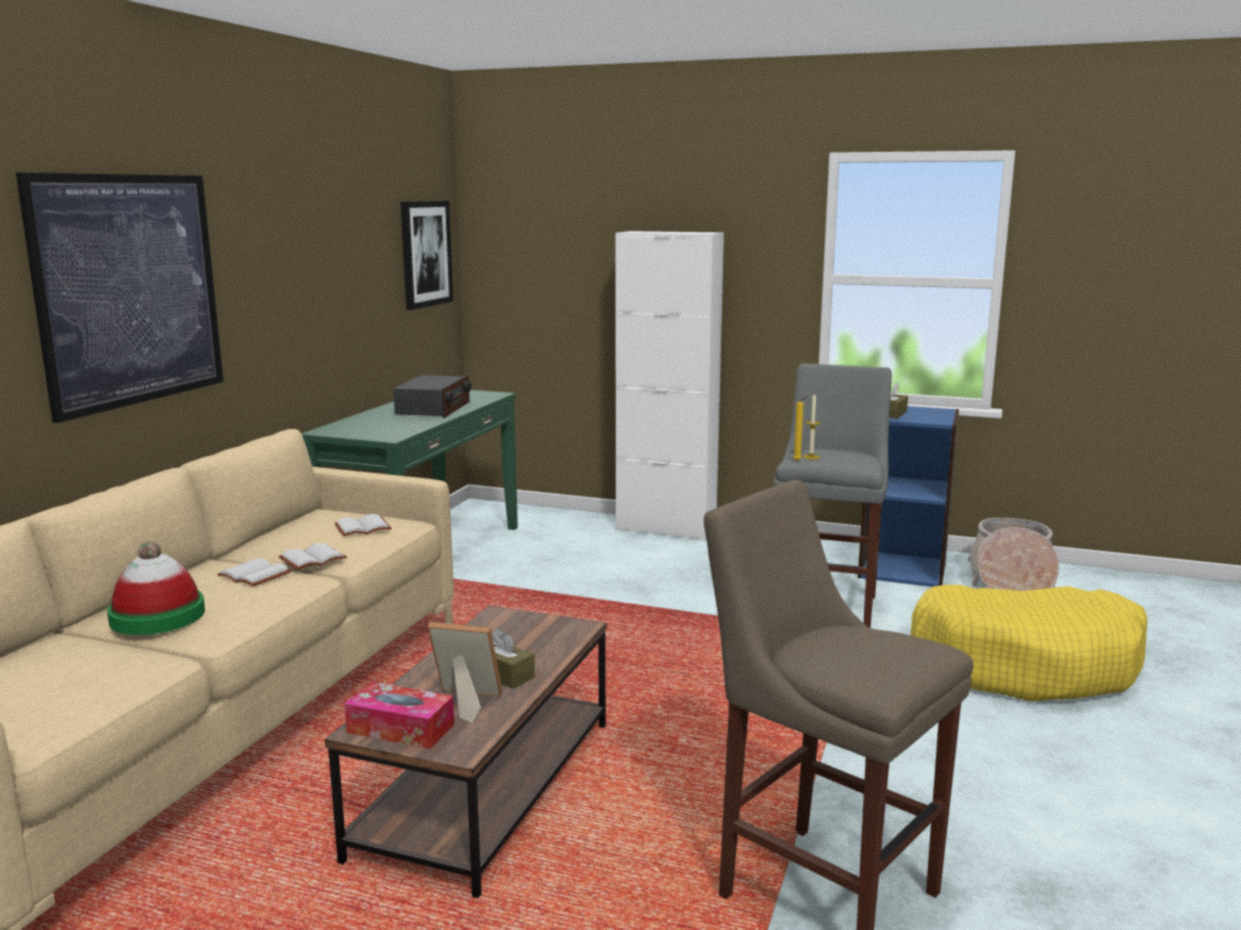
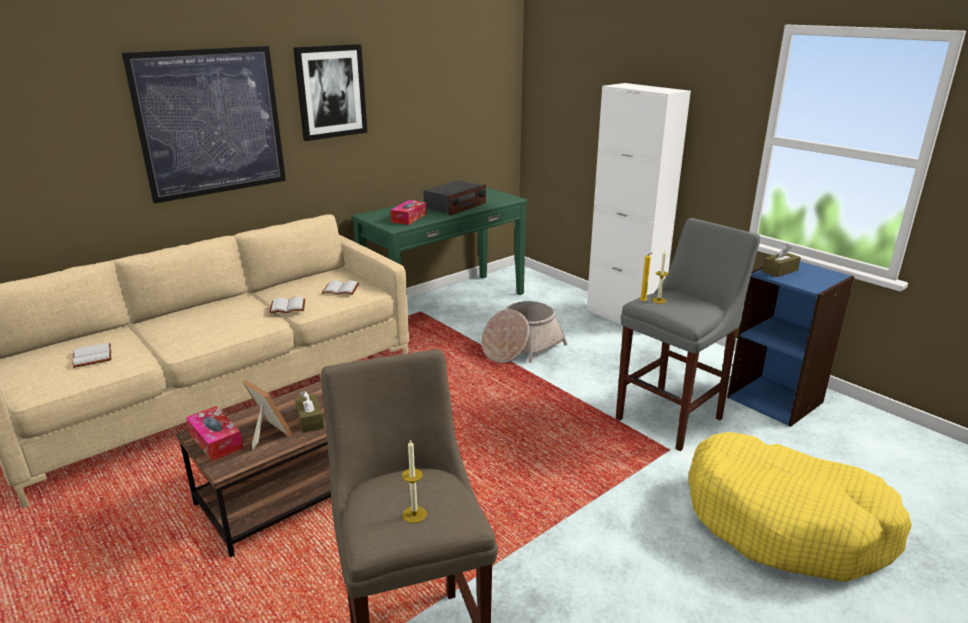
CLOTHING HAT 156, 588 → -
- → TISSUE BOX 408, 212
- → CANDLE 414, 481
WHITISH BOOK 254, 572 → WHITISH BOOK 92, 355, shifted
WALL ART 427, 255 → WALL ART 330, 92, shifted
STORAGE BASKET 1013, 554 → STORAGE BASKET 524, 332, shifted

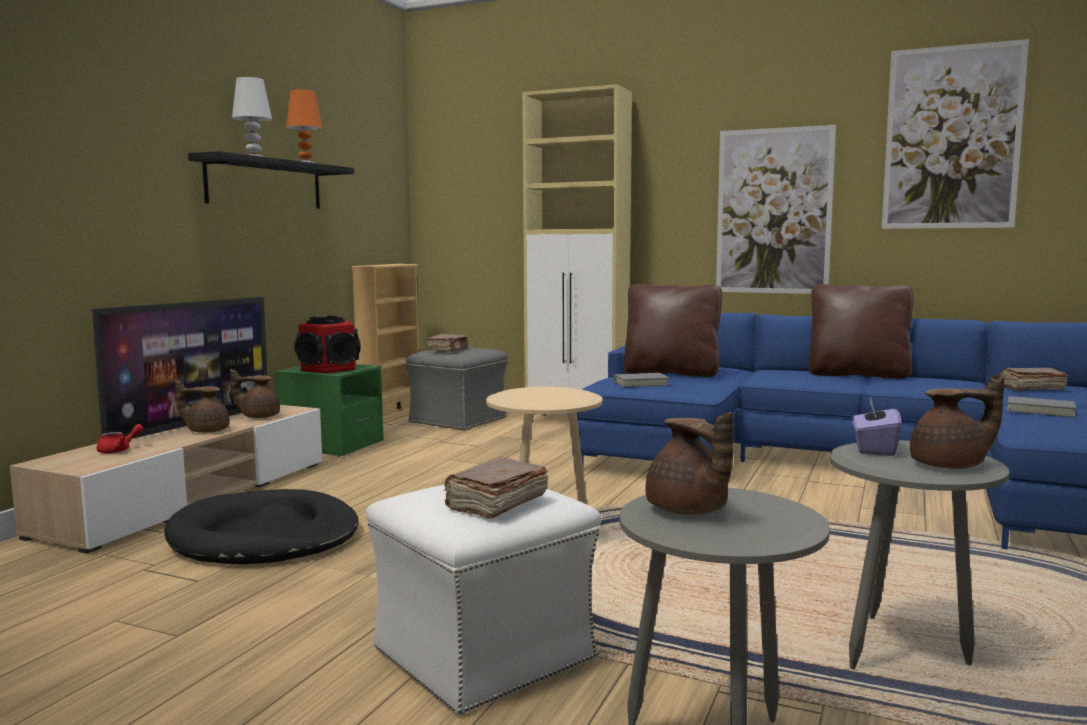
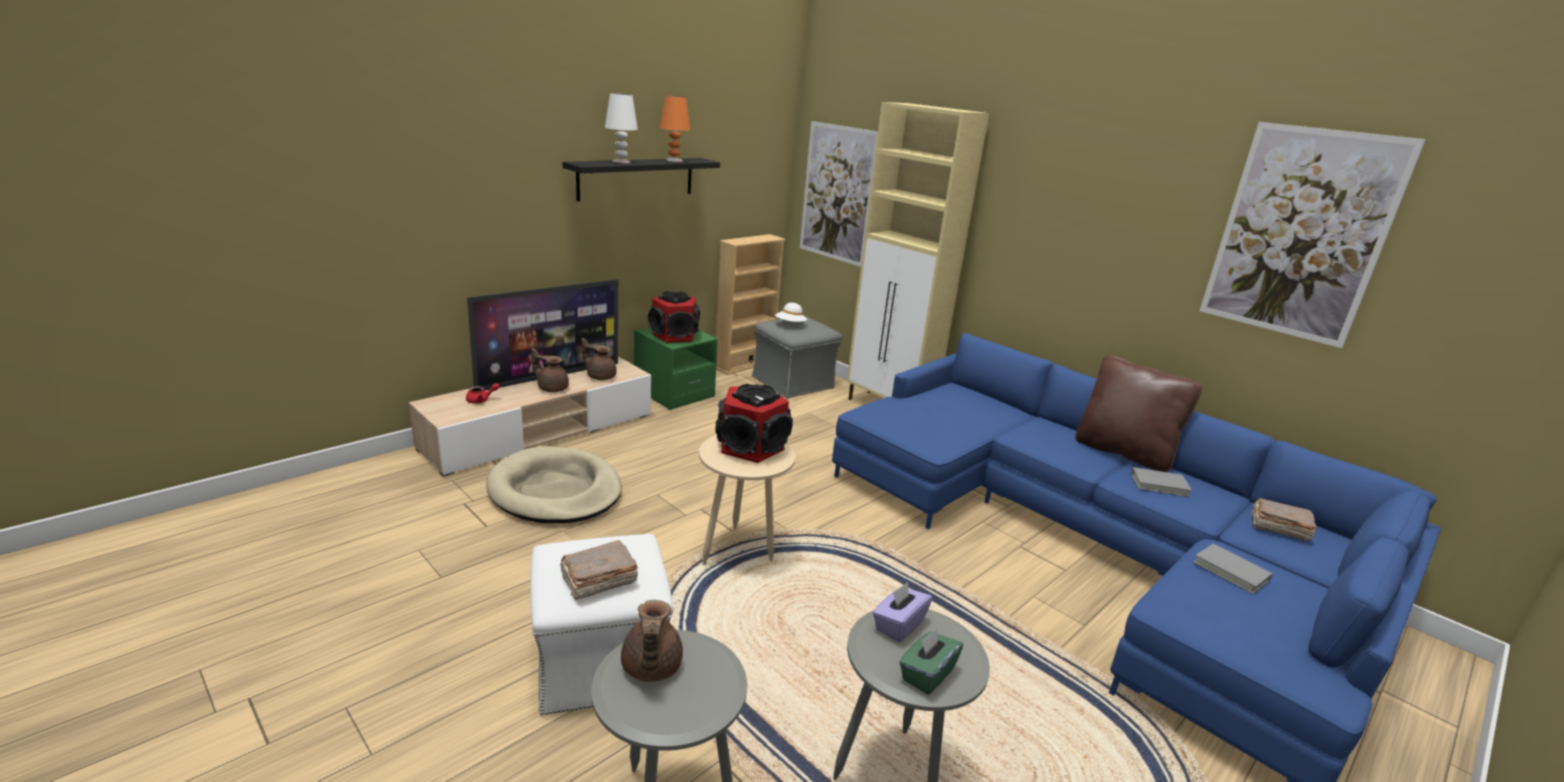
BROWN PILLOW 672, 330 → -
- → SPEAKER 754, 423
GREY BOOK 642, 380 → GREY BOOK 1161, 482, shifted
WALL ART 776, 209 → WALL ART 839, 194, shifted
BROWN BOOK 447, 343 → WHITISH CLOTHING HAT 791, 312
BROWN TEA POT 957, 421 → GREENISH TISSUE BOX 931, 661
BLACKISH DOG CUSHION 261, 526 → BEIGE-COLOURED DOG CUSHION 554, 484

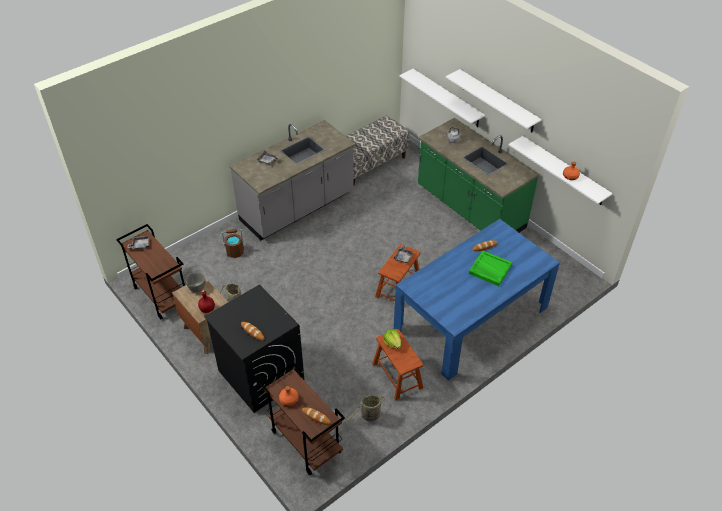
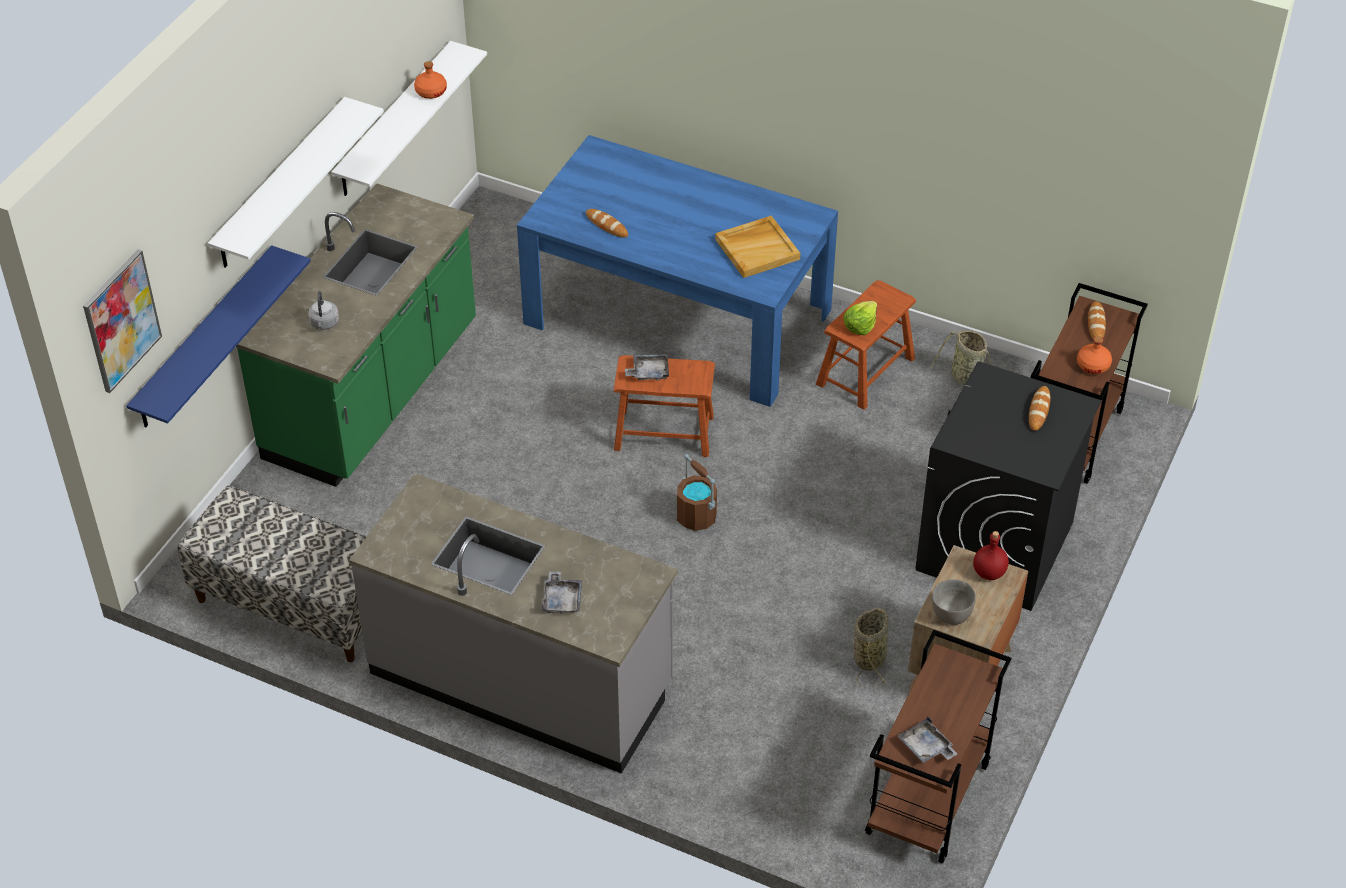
GREENISH TRAY 491, 268 → -
- → WALL ART 122, 321
- → BEIGE-COLOURED TRAY 758, 247
BROWN PAIL 232, 243 → BROWN PAIL 697, 492, shifted
WHITISH WALL SHELF 442, 98 → BLUISH WALL SHELF 218, 336

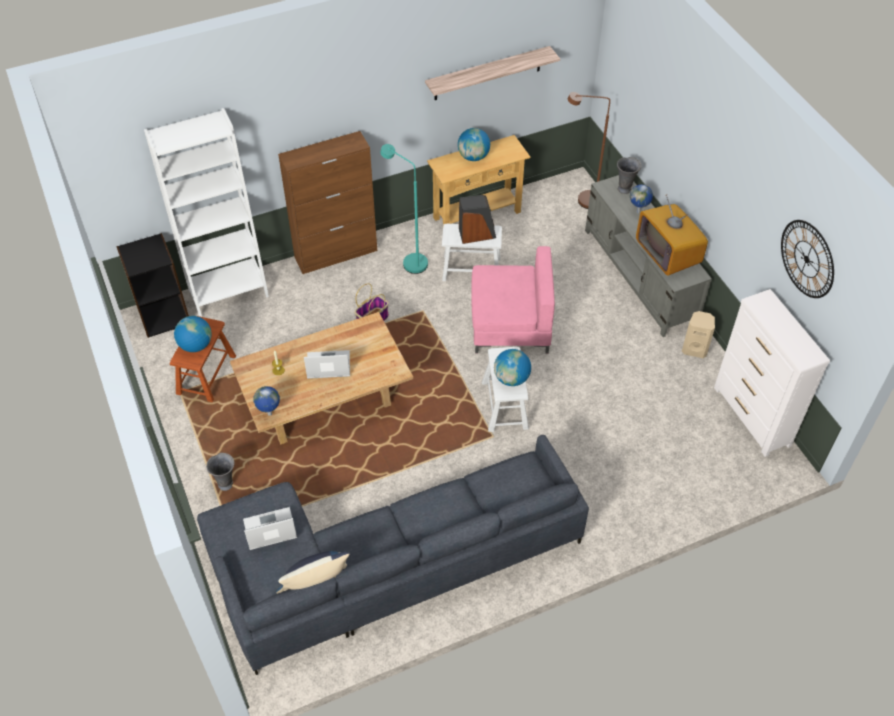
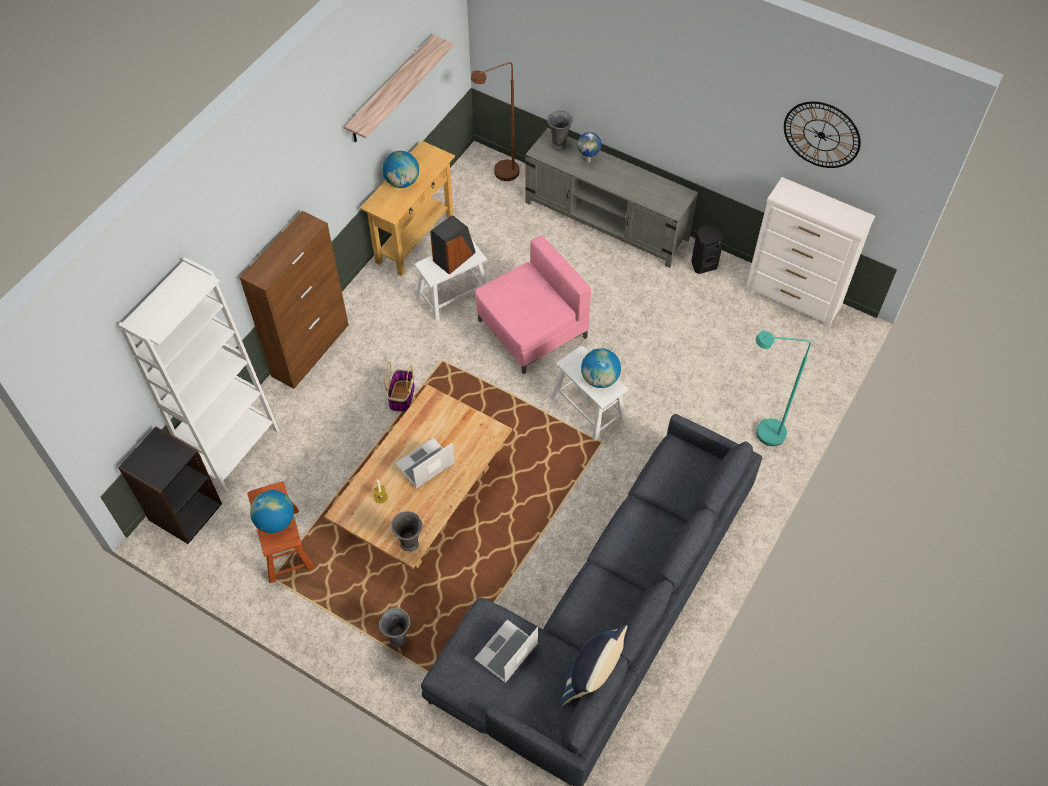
TV 672, 235 → -
TURQUOISE FLOOR LAMP 404, 209 → TURQUOISE FLOOR LAMP 783, 388, shifted
GLOBE 266, 401 → GREY VASE 407, 531
BEIGE-COLOURED SPEAKER 698, 334 → BLACKISH SPEAKER 707, 249

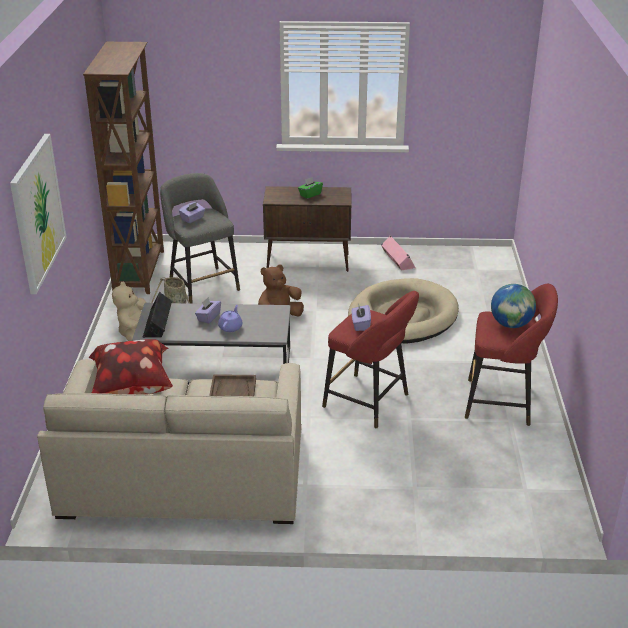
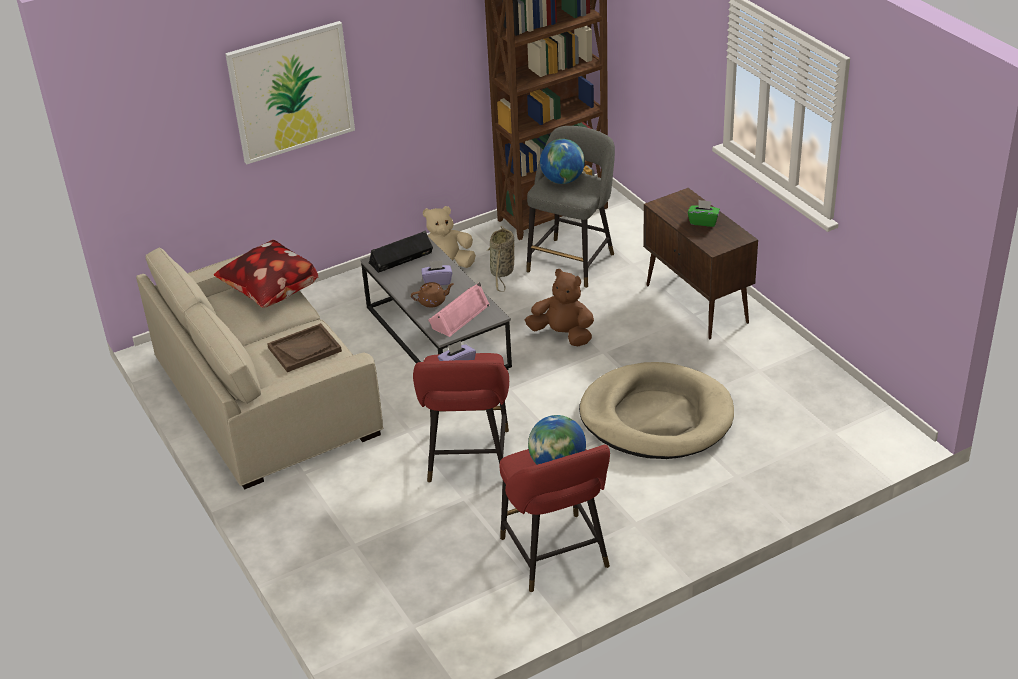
PINK-COLOURED SPEAKER 398, 253 → PINK-COLOURED SPEAKER 459, 309, shifted
PURPLISH TISSUE BOX 192, 212 → GLOBE 562, 161
PURPLISH TEA POT 230, 318 → BROWN TEA POT 432, 295

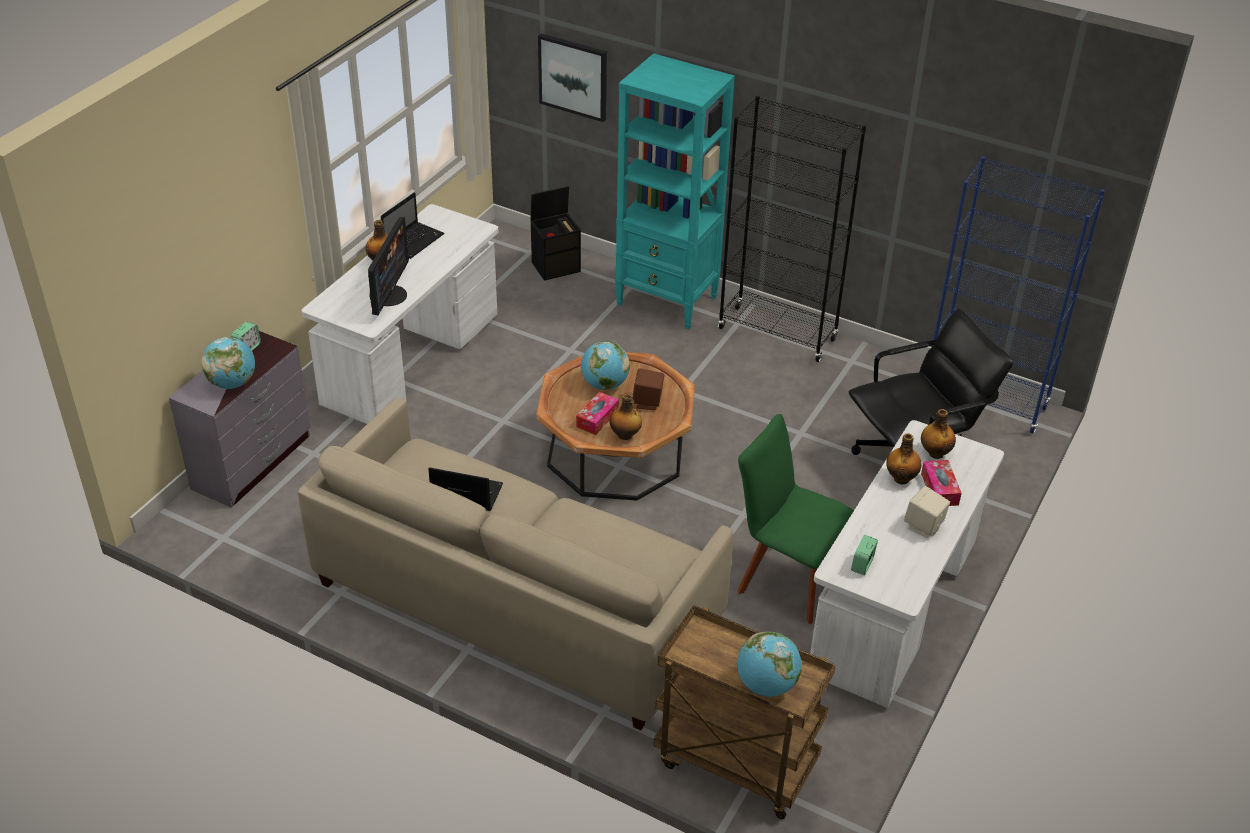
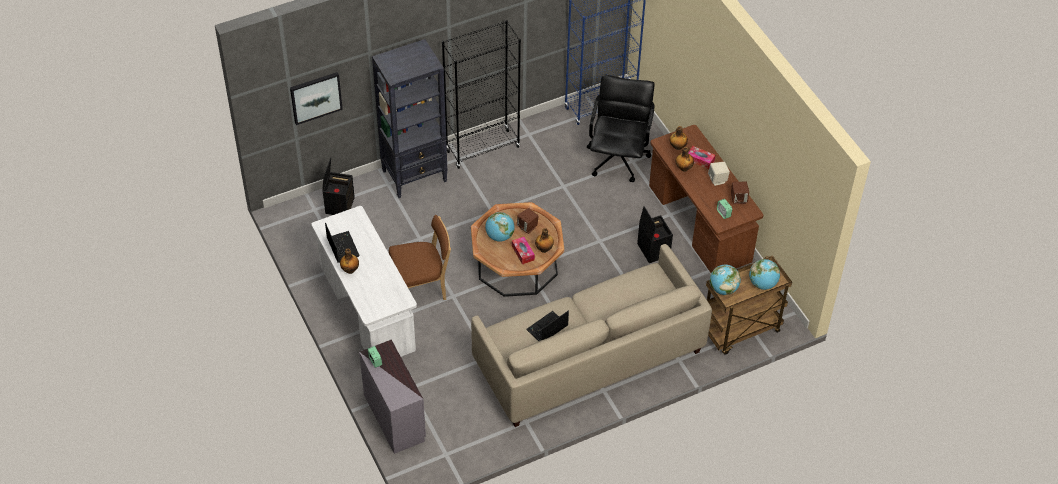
COMPUTER DISPLAY 388, 266 → -
- → BROWN CHAIR 420, 257
- → BROWN SPEAKER 740, 192
GLOBE 228, 363 → GLOBE 725, 279, shifted
GREENISH CHAIR 795, 519 → BLACKISH STORAGE CONTAINER 655, 234
TURQUOISE BOOKCASE 675, 191 → BLACKISH BOOKCASE 410, 118
WHITISH DESK UNIT 907, 564 → BROWN DESK UNIT 706, 199

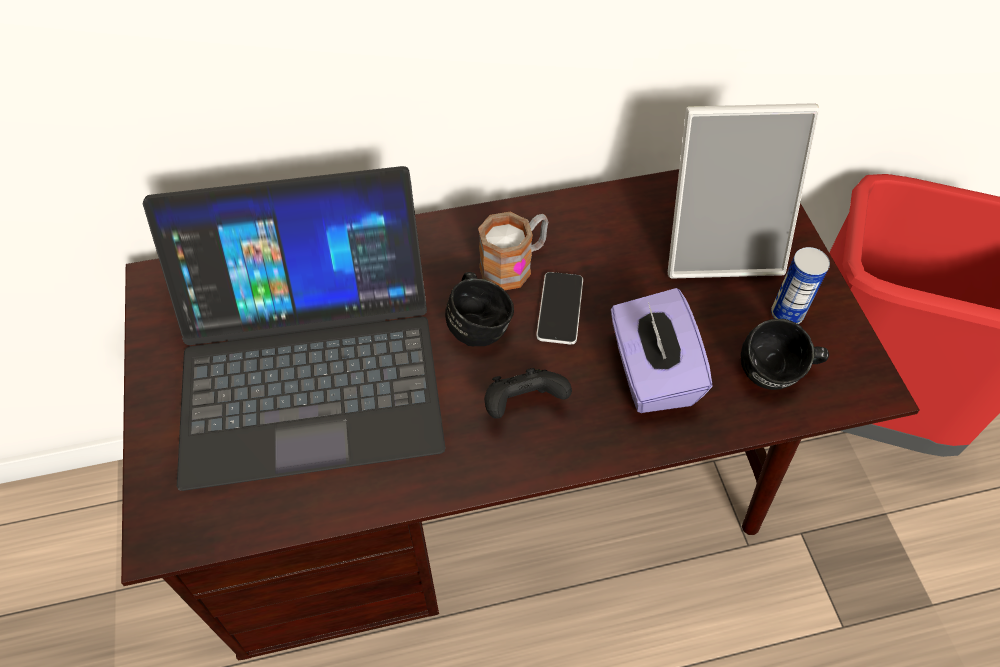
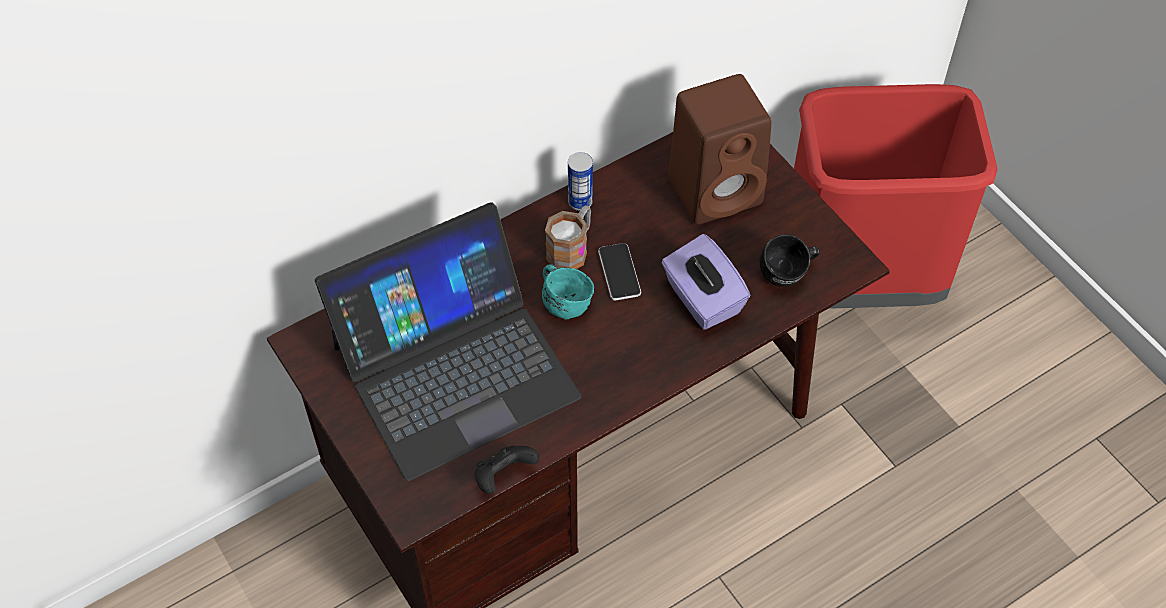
BLACKISH GAMEPAD 528, 393 → BLACKISH GAMEPAD 507, 469, shifted
METAL CAN 800, 285 → METAL CAN 580, 181, shifted
STANDING FRAME 743, 191 → BROWN SPEAKER 719, 149
BLACKISH COFFEE MUG 479, 309 → TURQUOISE COFFEE MUG 568, 292

